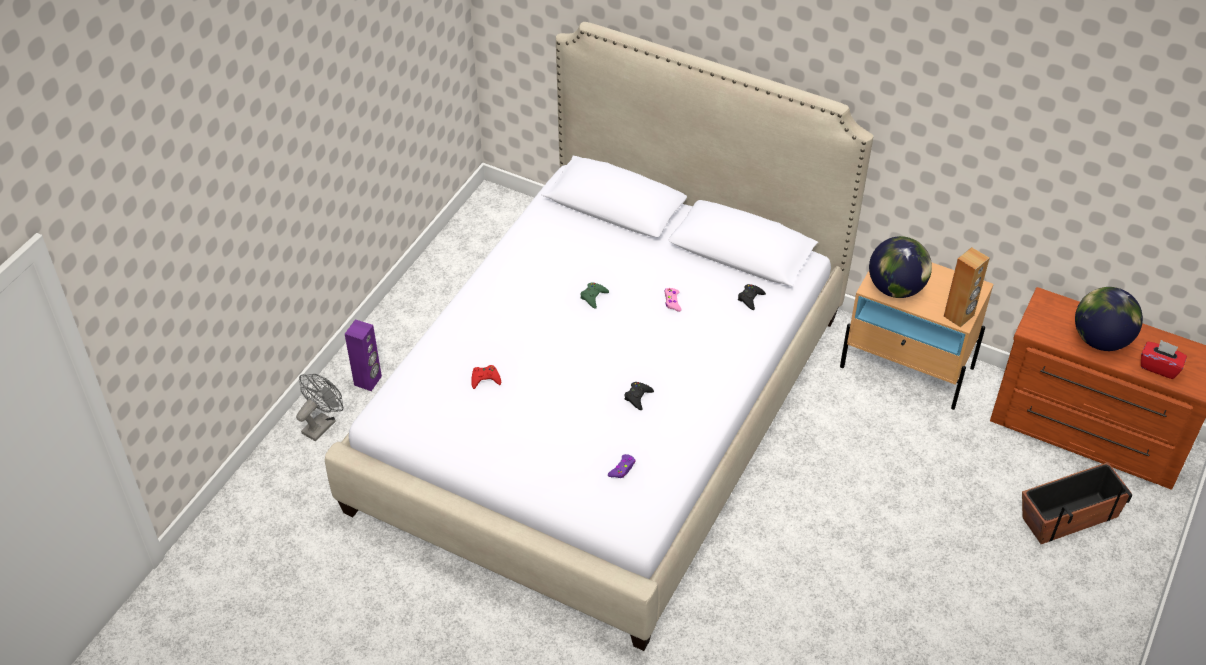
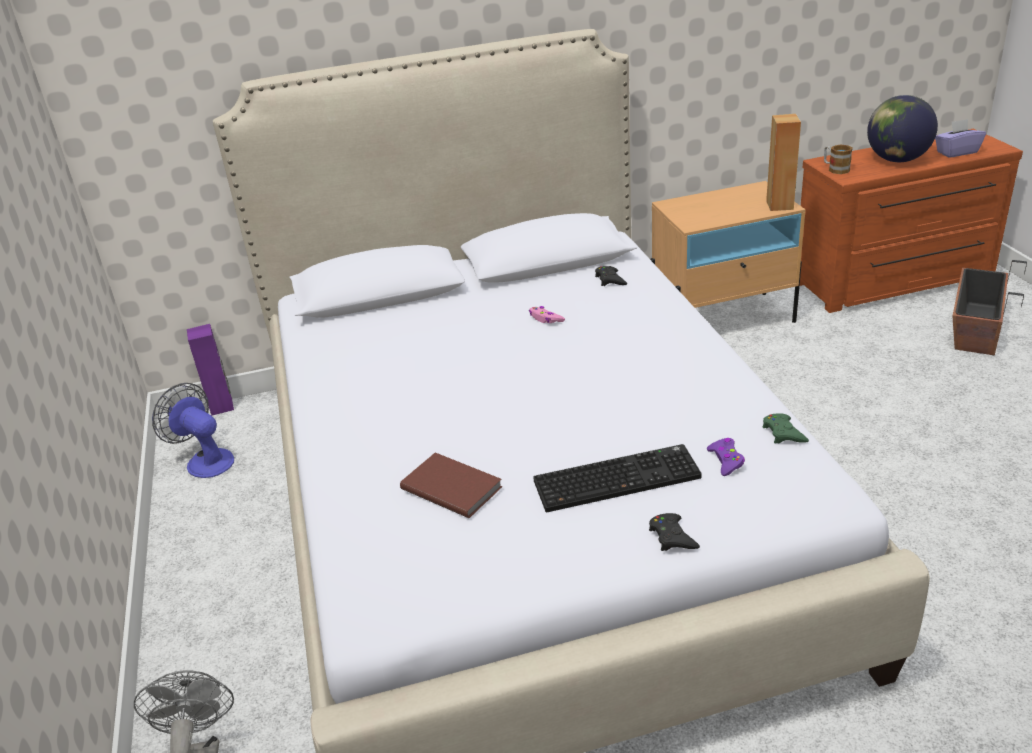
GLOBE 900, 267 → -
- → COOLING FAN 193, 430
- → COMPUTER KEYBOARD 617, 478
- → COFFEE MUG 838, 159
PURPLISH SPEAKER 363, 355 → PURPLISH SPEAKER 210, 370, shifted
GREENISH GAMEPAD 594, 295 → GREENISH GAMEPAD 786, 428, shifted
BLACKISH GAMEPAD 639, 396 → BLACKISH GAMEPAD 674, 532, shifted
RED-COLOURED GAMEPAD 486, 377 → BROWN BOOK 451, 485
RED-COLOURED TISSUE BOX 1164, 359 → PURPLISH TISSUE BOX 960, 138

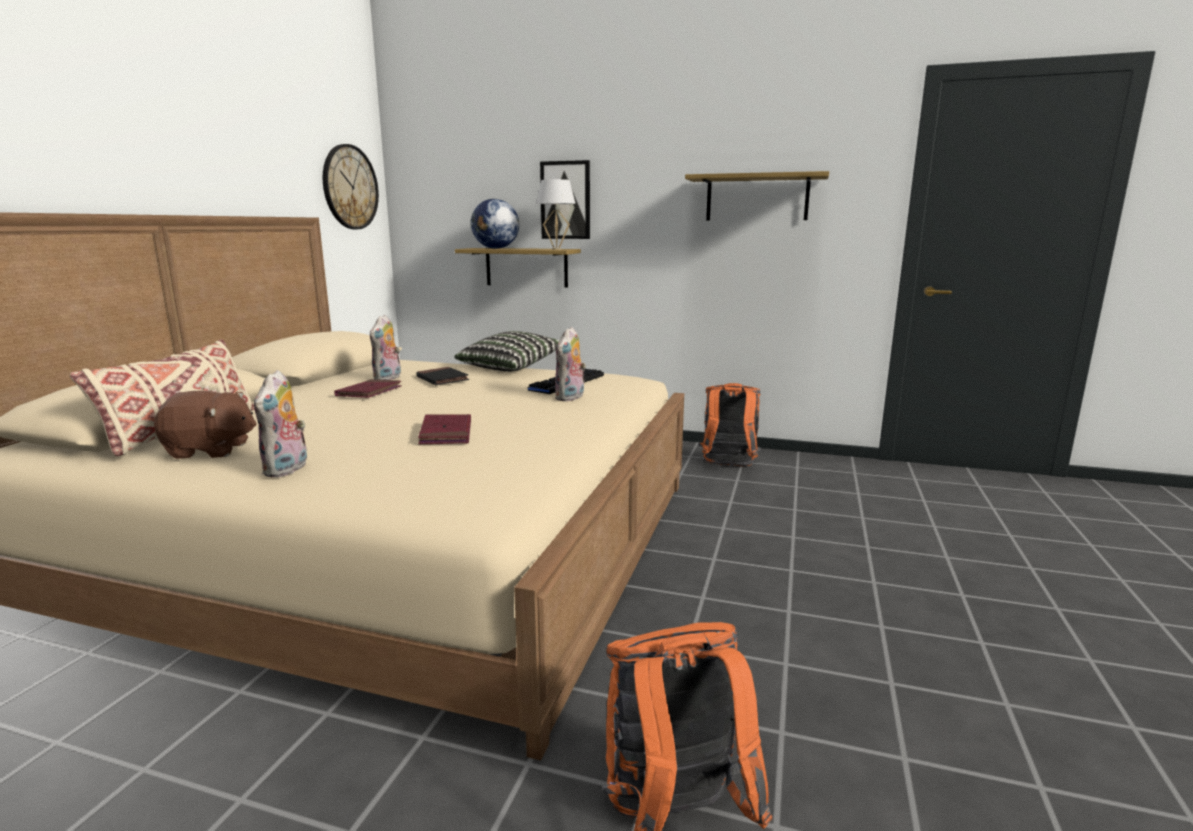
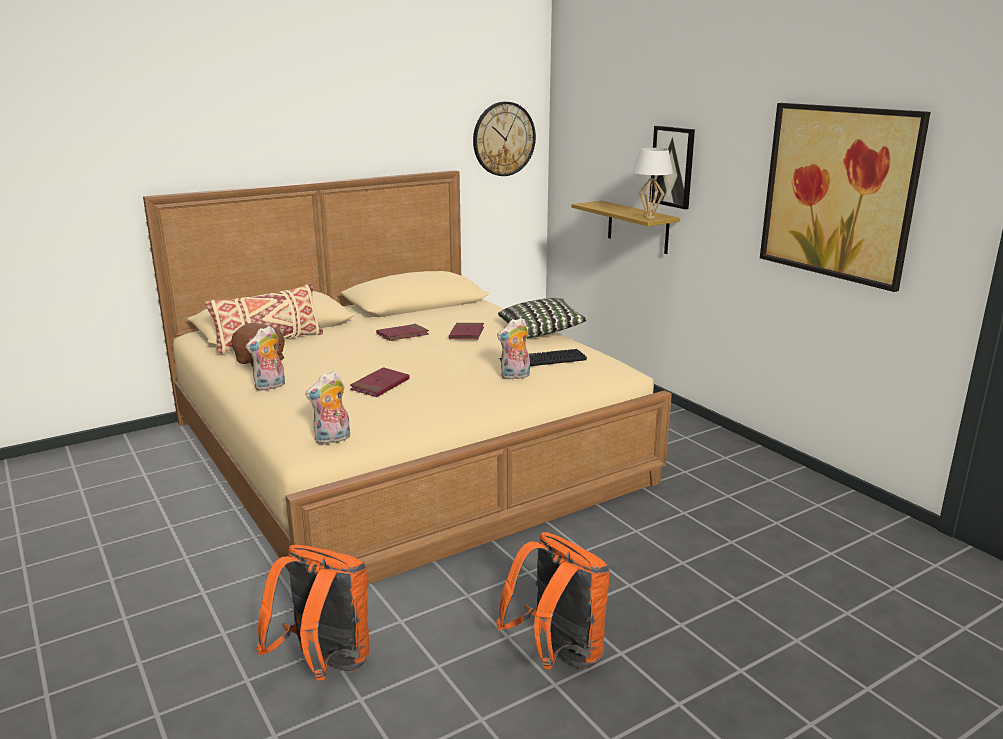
GLOBE 495, 224 → -
CUDDLY TOY 385, 347 → CUDDLY TOY 327, 407, shifted
ORANGE BACKPACK 729, 424 → ORANGE BACKPACK 553, 600, shifted
WALL SHELF 757, 195 → WALL ART 845, 197
BLACKISH BOOK 442, 376 → RED-COLOURED BOOK 466, 331

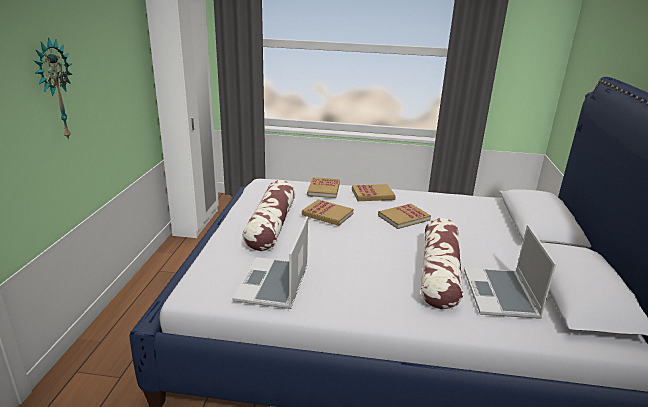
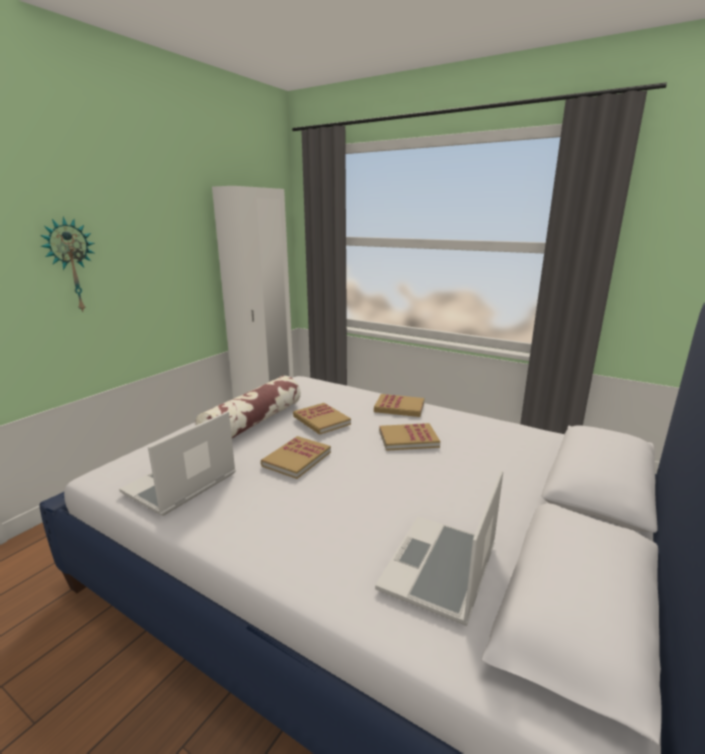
PILLOW 442, 263 → -
BOOK 323, 187 → BOOK 296, 457, shifted

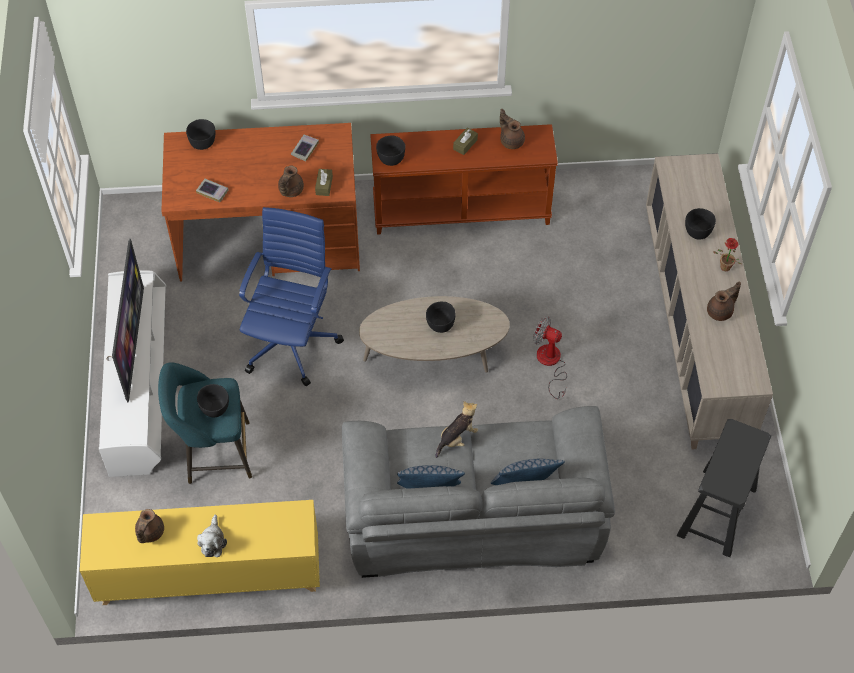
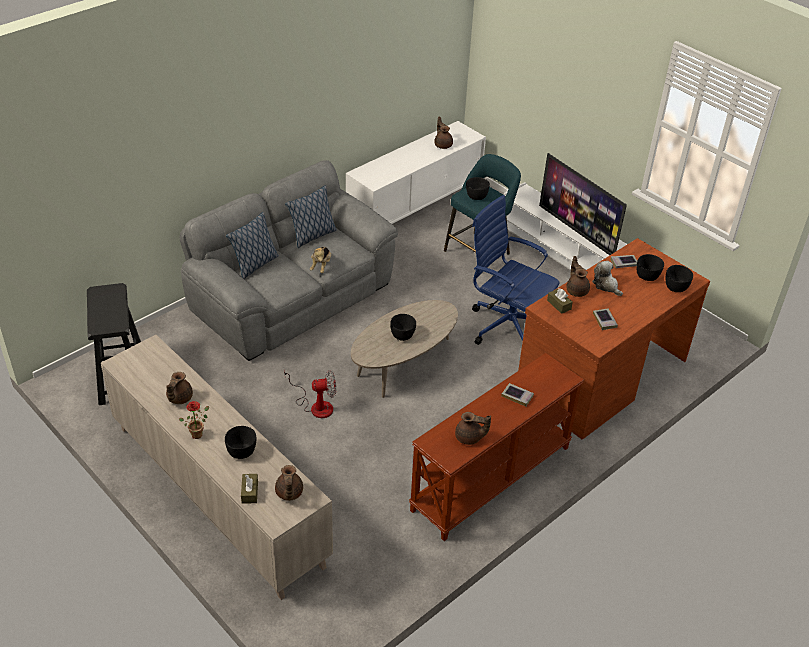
- → BROWN TEA POT 289, 483
- → BOOK 517, 394
CUDDLY TOY 212, 536 → CUDDLY TOY 607, 278, shifted
BLACKISH SERVING BOWL 391, 151 → BLACKISH SERVING BOWL 650, 267, shifted
BROWN TISSUE BOX 465, 141 → BROWN TISSUE BOX 249, 489, shifted
YELLOW CABINET 200, 552 → WHITISH CABINET 416, 172
BLUISH OFFICE CHAIR 291, 296 → BLUISH OFFICE CHAIR 516, 270, 150 degrees clockwise

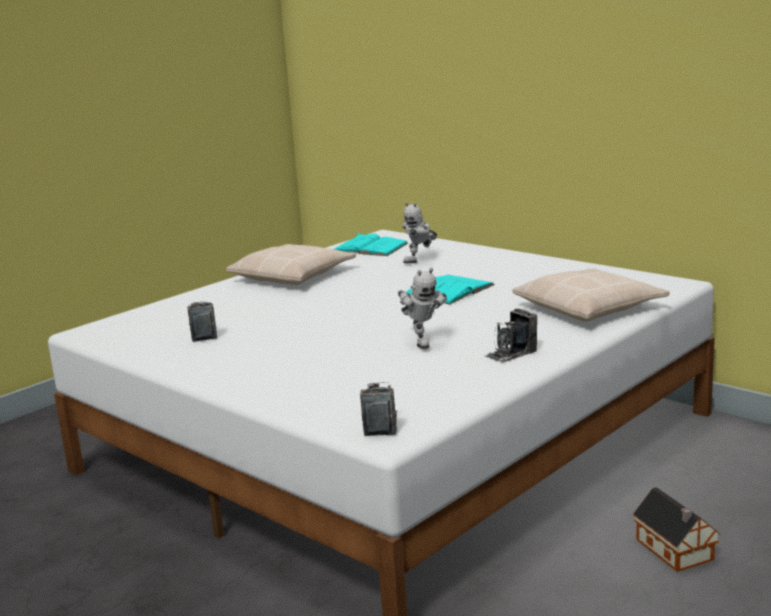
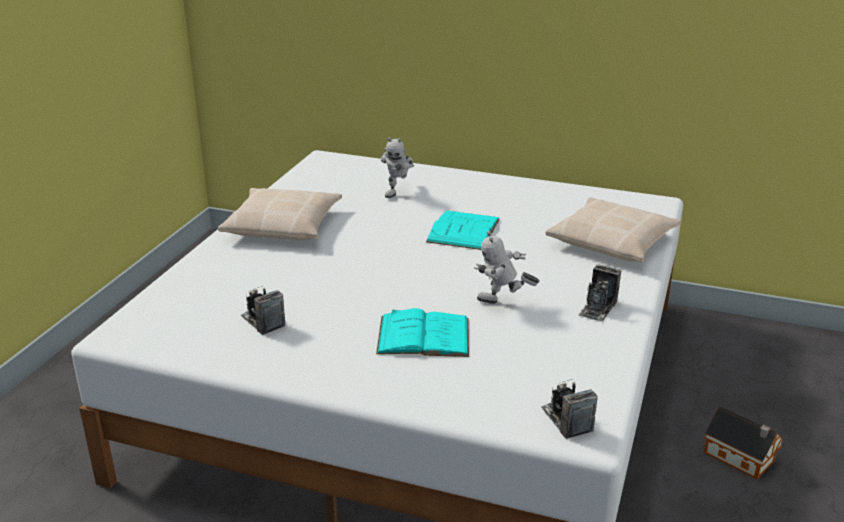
TURQUOISE BOOK 371, 244 → TURQUOISE BOOK 422, 332, shifted
MODEL ROBOT 422, 308 → MODEL ROBOT 507, 267, 135 degrees clockwise

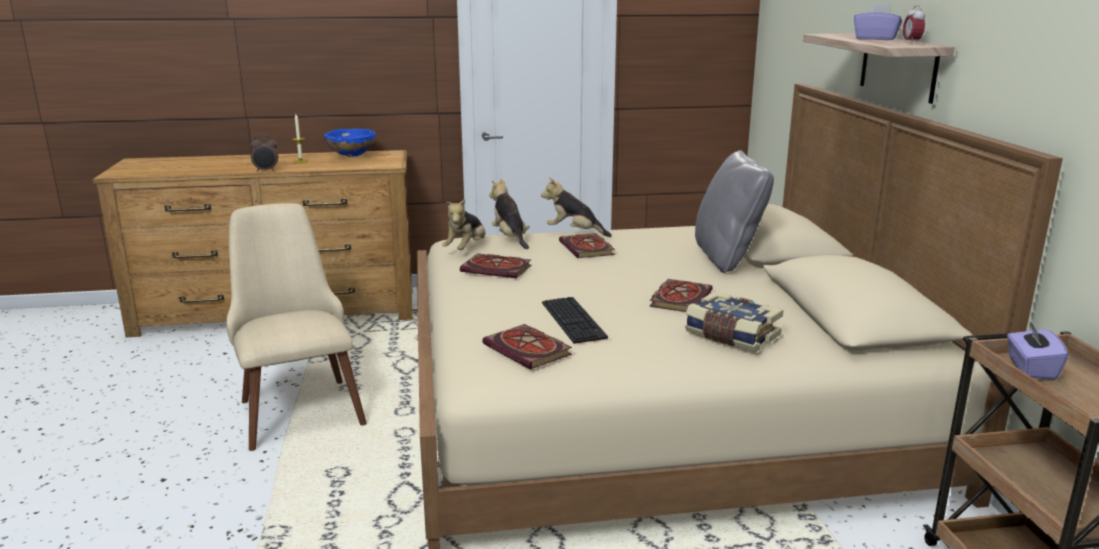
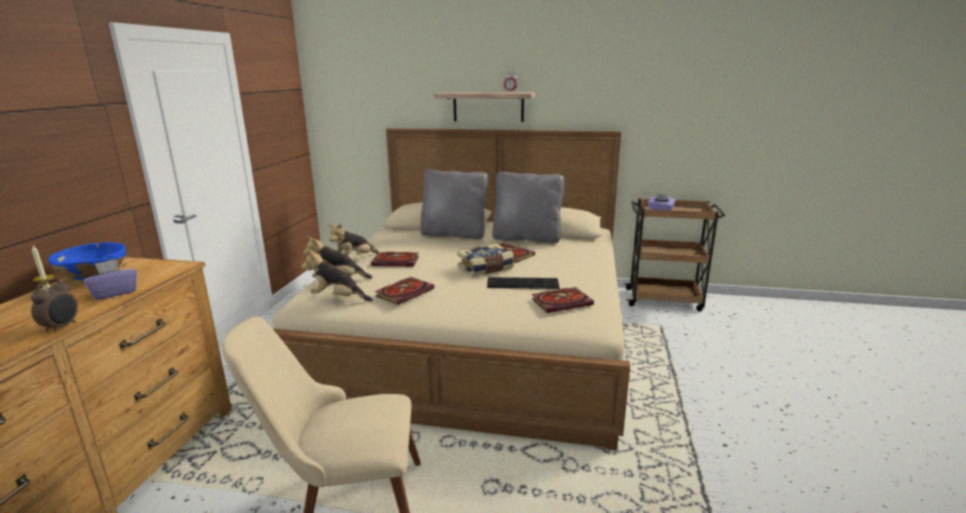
- → GREY PILLOW 528, 208
BOOK 734, 322 → BOOK 485, 260, shifted
PURPLISH TISSUE BOX 878, 22 → PURPLISH TISSUE BOX 110, 279, shifted
CUDDLY TOY 464, 224 → CUDDLY TOY 337, 275, 150 degrees clockwise

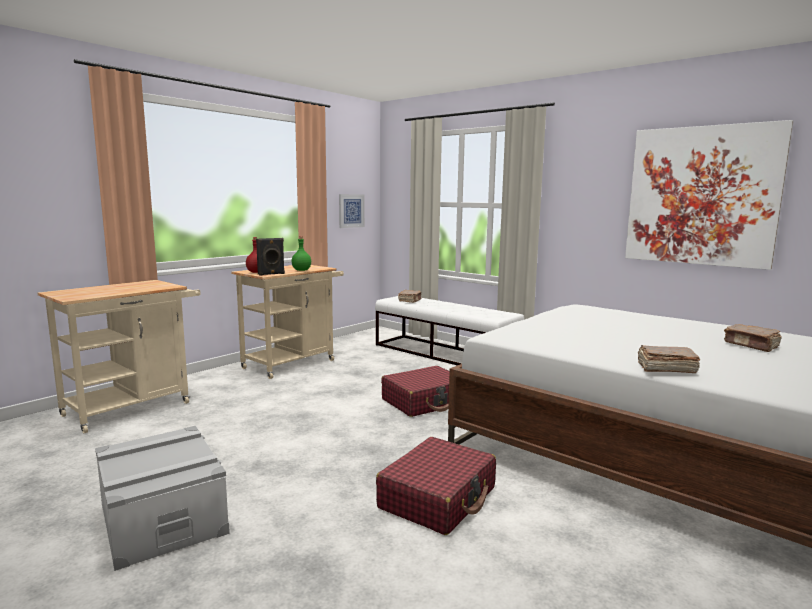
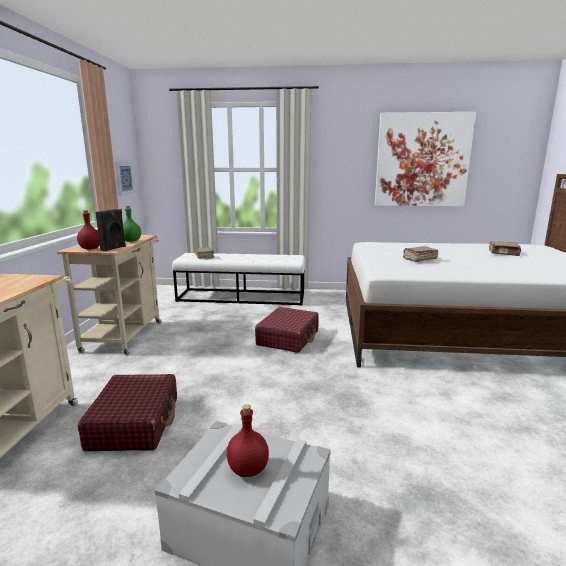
- → RED-COLOURED BOTTLE 248, 440
RED-COLOURED SUITCASE 436, 486 → RED-COLOURED SUITCASE 127, 412, shifted
BROWN BOOK 669, 359 → BROWN BOOK 420, 254, shifted

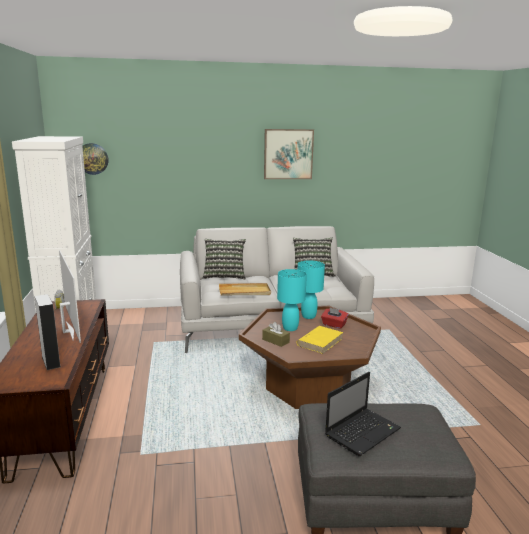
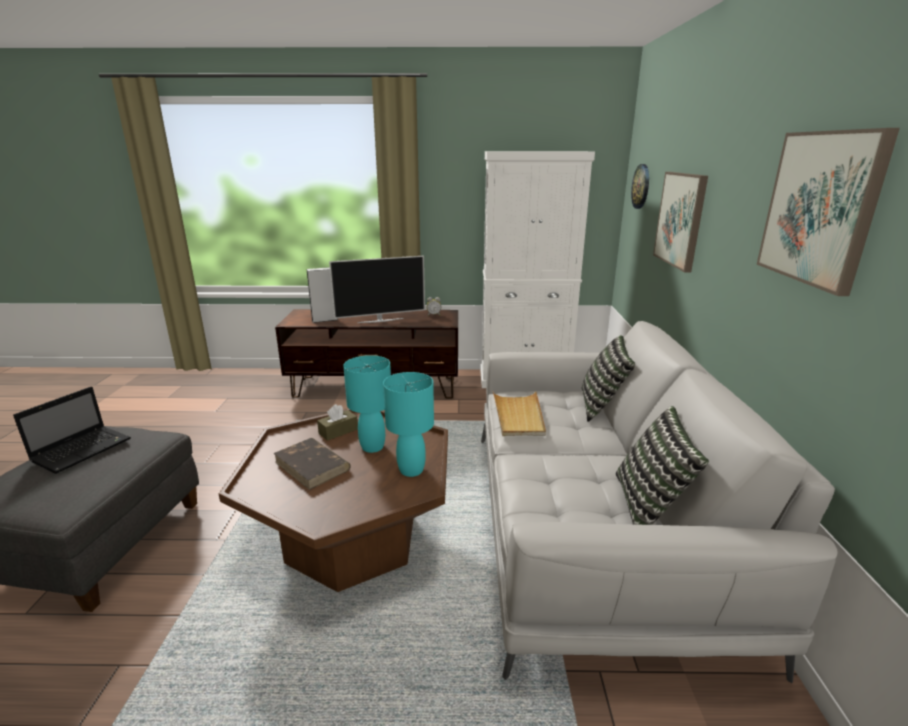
RED-COLOURED TISSUE BOX 334, 318 → -
- → WALL ART 680, 222
YELLOW BOOK 320, 340 → BROWN BOOK 312, 464
NOTEBOOK COMPUTER 363, 414 → NOTEBOOK COMPUTER 72, 430, 120 degrees counterclockwise

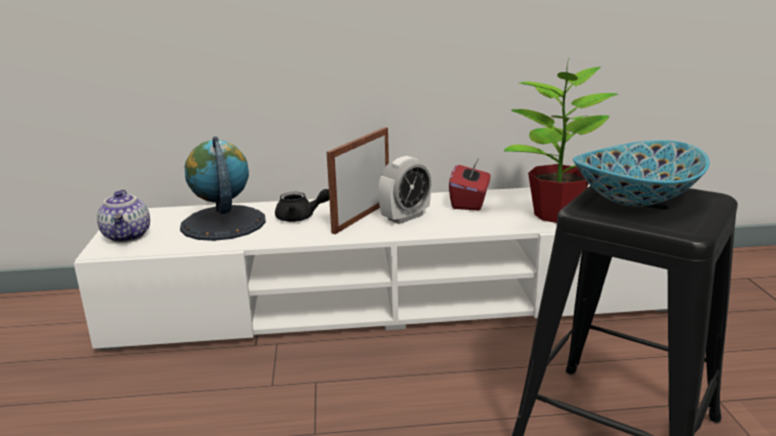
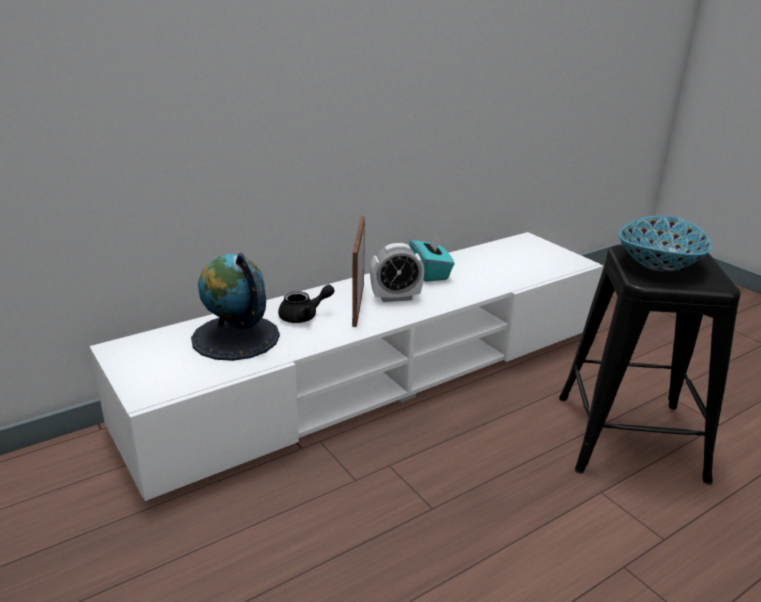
TEA POT 123, 216 → -
PLANT IN A POT 561, 140 → -
RED-COLOURED TISSUE BOX 470, 184 → TURQUOISE TISSUE BOX 432, 257
ALARM CLOCK 404, 190 → ALARM CLOCK 397, 272, 60 degrees clockwise

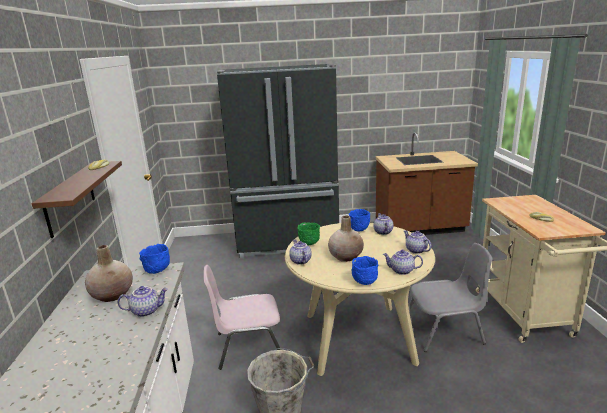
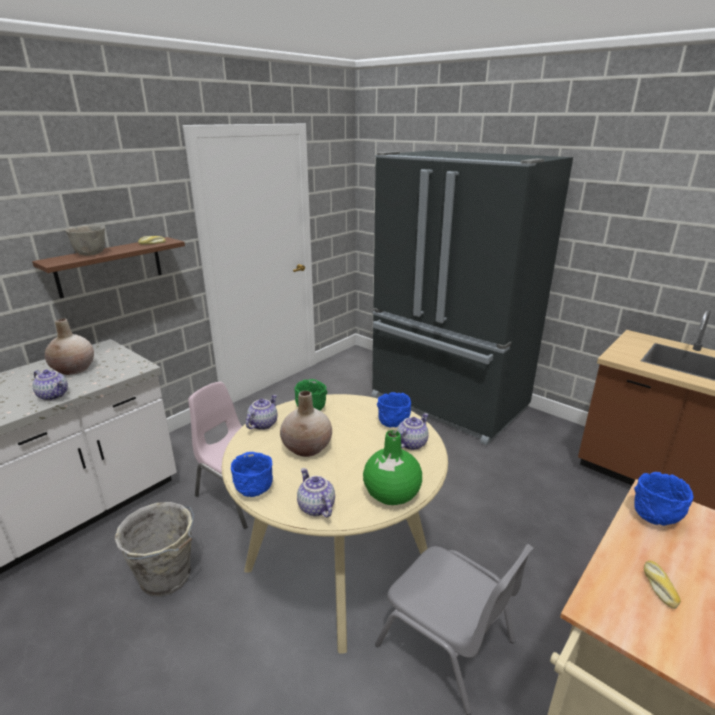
- → GREY SERVING BOWL 85, 240
BLUISH SERVING BOWL 154, 259 → BLUISH SERVING BOWL 664, 499, shifted
TEA POT 418, 242 → GREENISH VASE 392, 467

